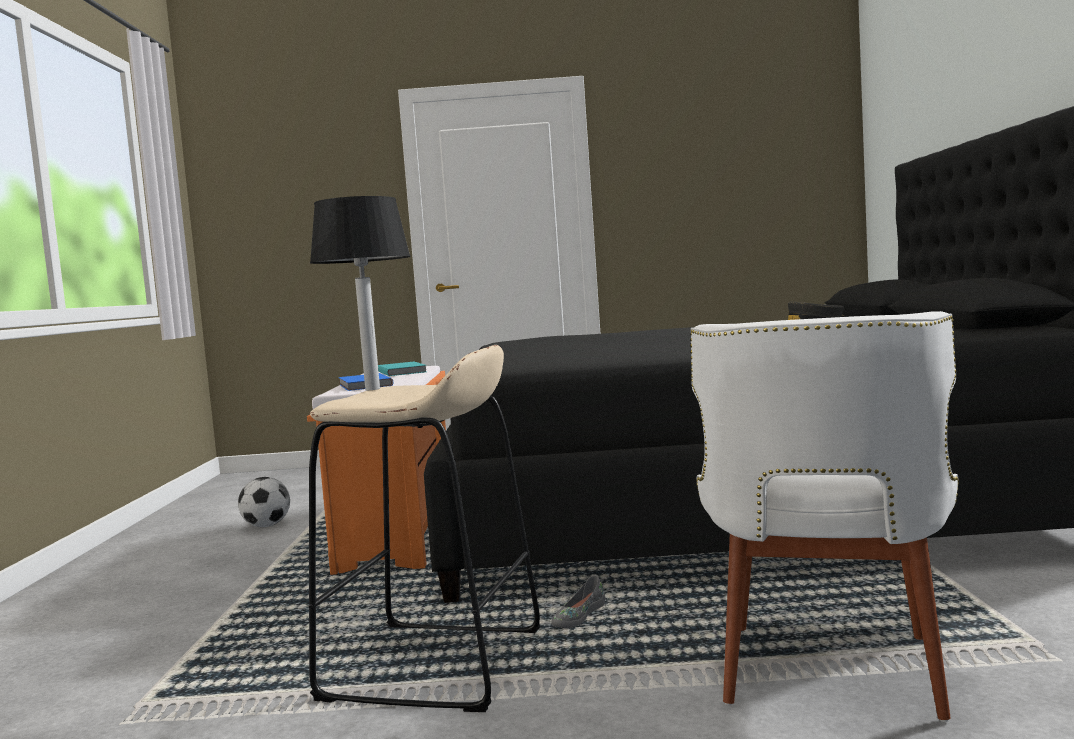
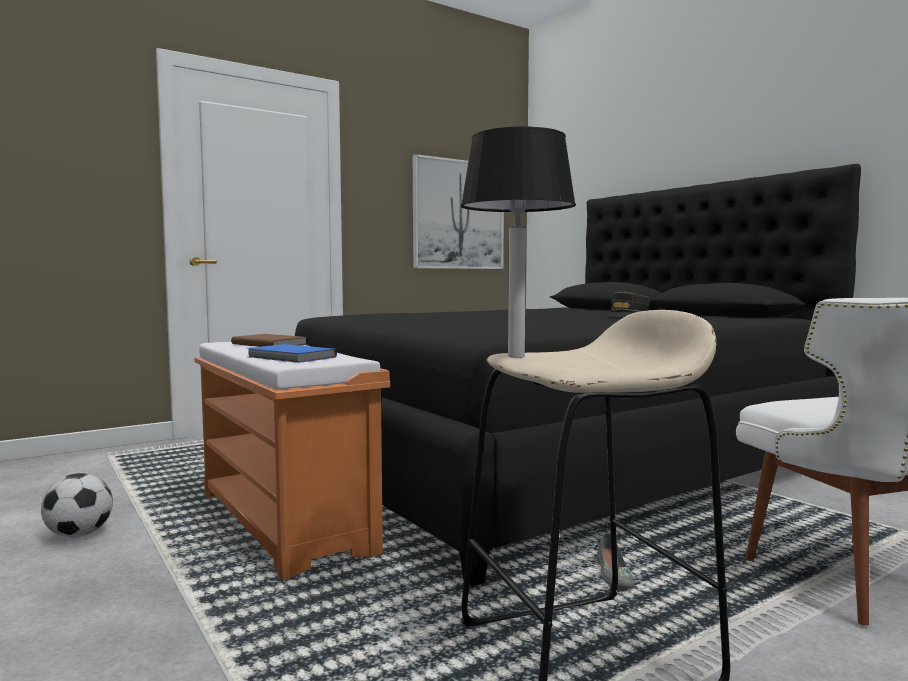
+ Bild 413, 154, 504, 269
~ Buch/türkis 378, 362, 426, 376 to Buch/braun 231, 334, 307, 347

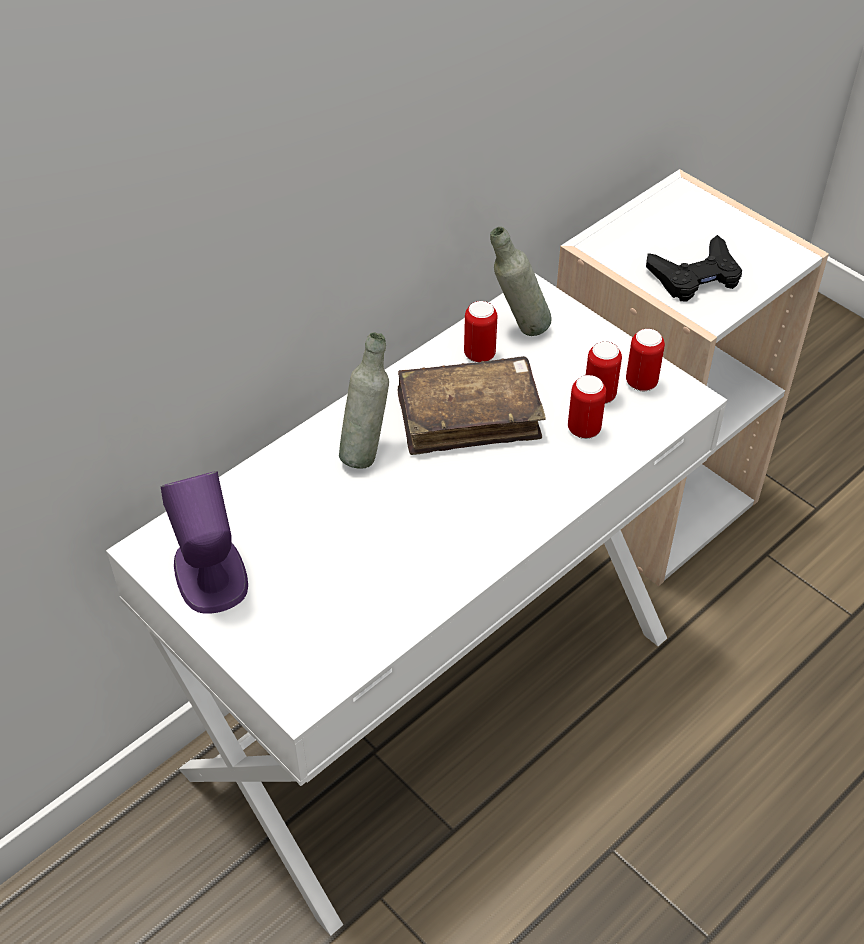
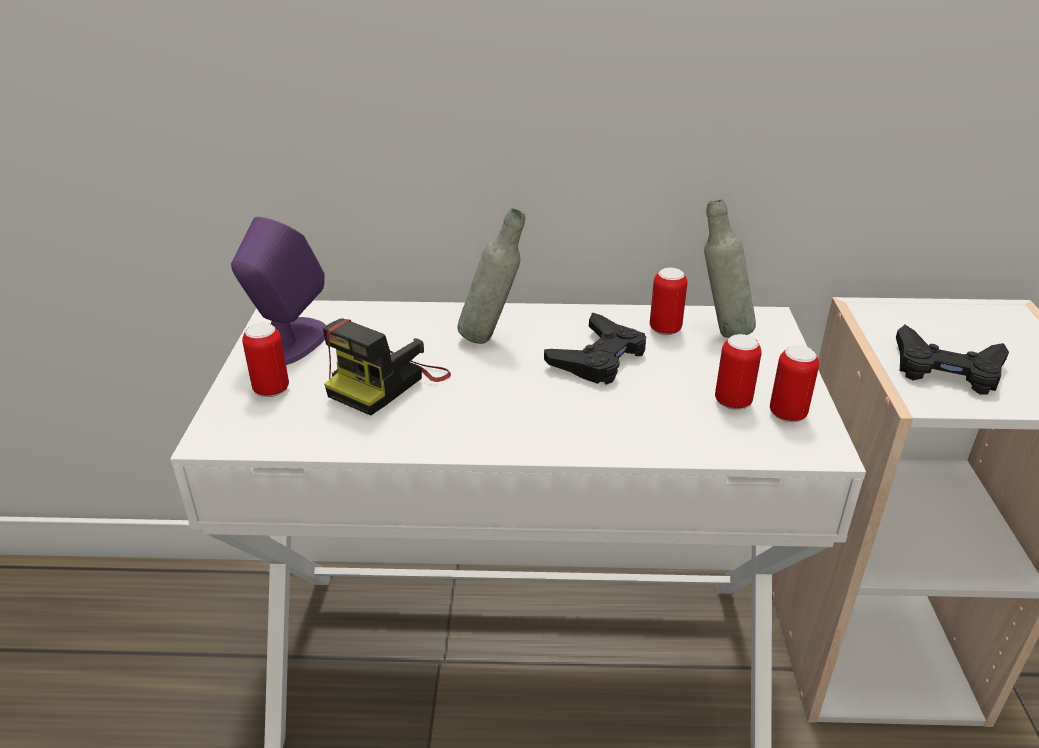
+ Kamera 322, 318, 451, 416
~ Dose 568, 375, 606, 439 to 242, 323, 289, 397
~ Buch/braun 397, 356, 546, 455 to Gamepad/schwarz 544, 312, 646, 385

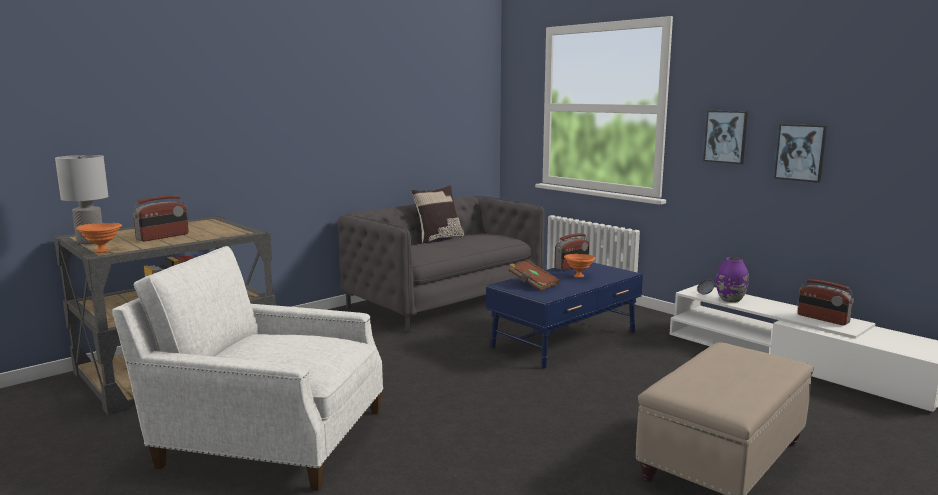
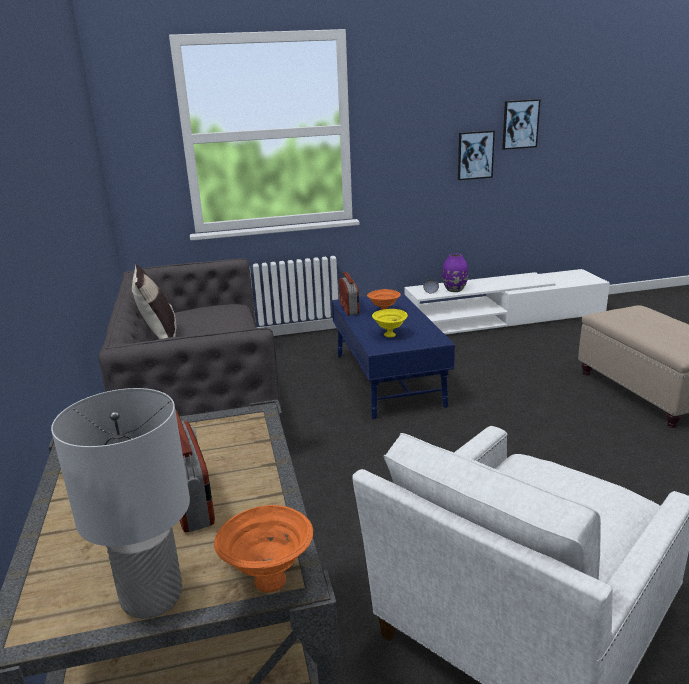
- Radio 798, 279, 854, 325
~ Bild 703, 111, 748, 164 to 502, 99, 541, 150
~ Buch/braun 508, 260, 560, 291 to Schüssel/gelb 372, 309, 408, 338

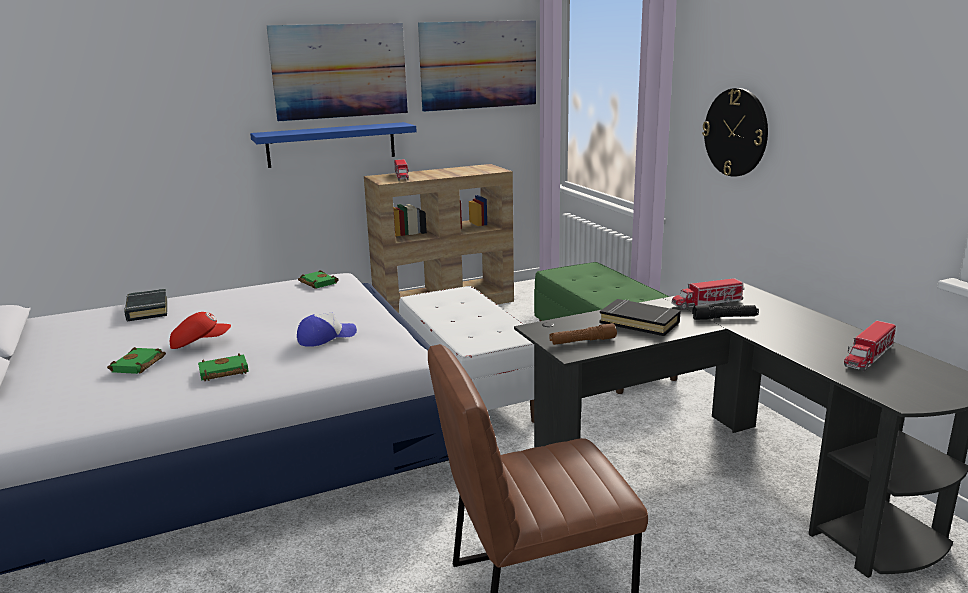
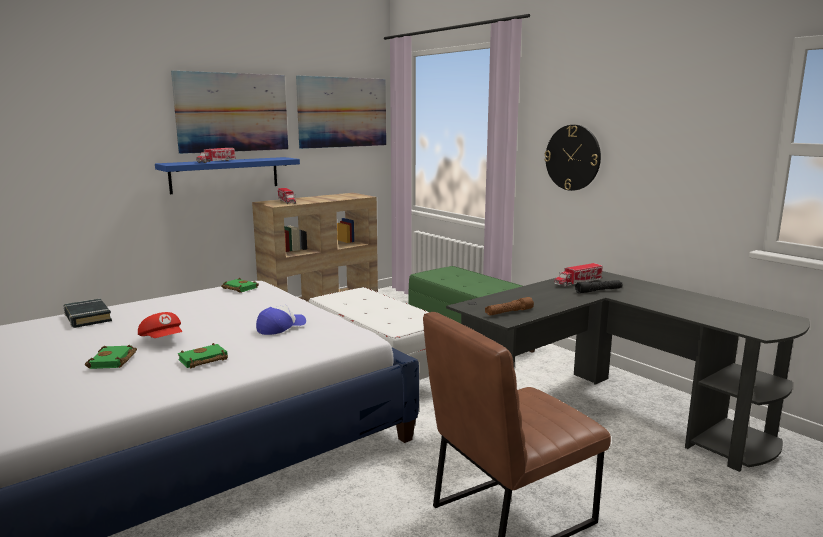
- Buch/schwarz 599, 299, 681, 336
~ Spielzeuglaster 844, 321, 896, 371 to 196, 148, 236, 163
~ Kappe/rot 170, 312, 231, 349 = 138, 312, 182, 338 75 degrees clockwise

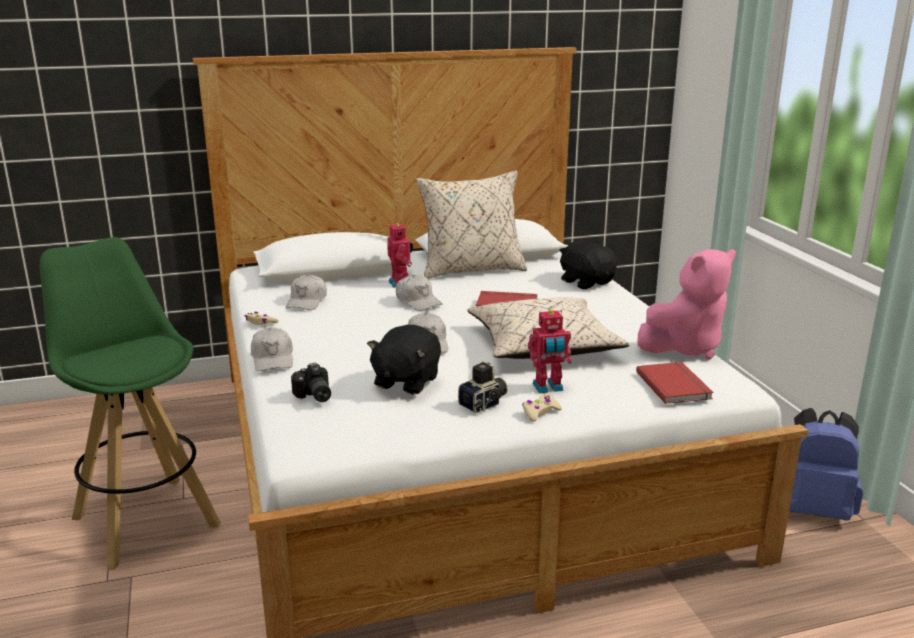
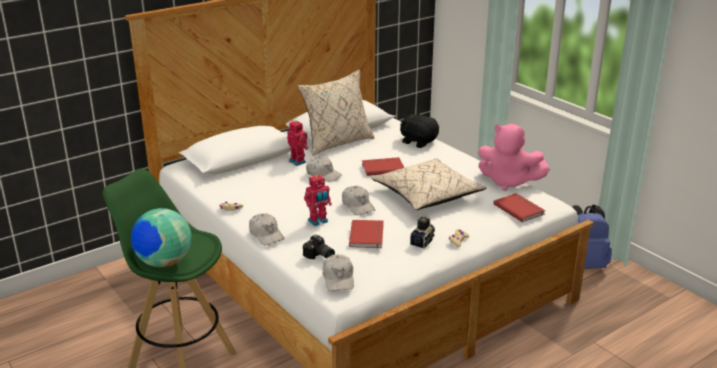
+ Globus 131, 208, 192, 267
~ Kappe/weiß 286, 274, 327, 310 to 322, 254, 354, 291
~ Spielzeugroboter 528, 310, 572, 393 to 304, 174, 332, 226
~ Plüschtier/schwarz 367, 325, 441, 395 to Buch/rot 349, 220, 384, 248
~ Plüschtier/rosa 637, 249, 736, 359 = 478, 124, 550, 191 75 degrees clockwise

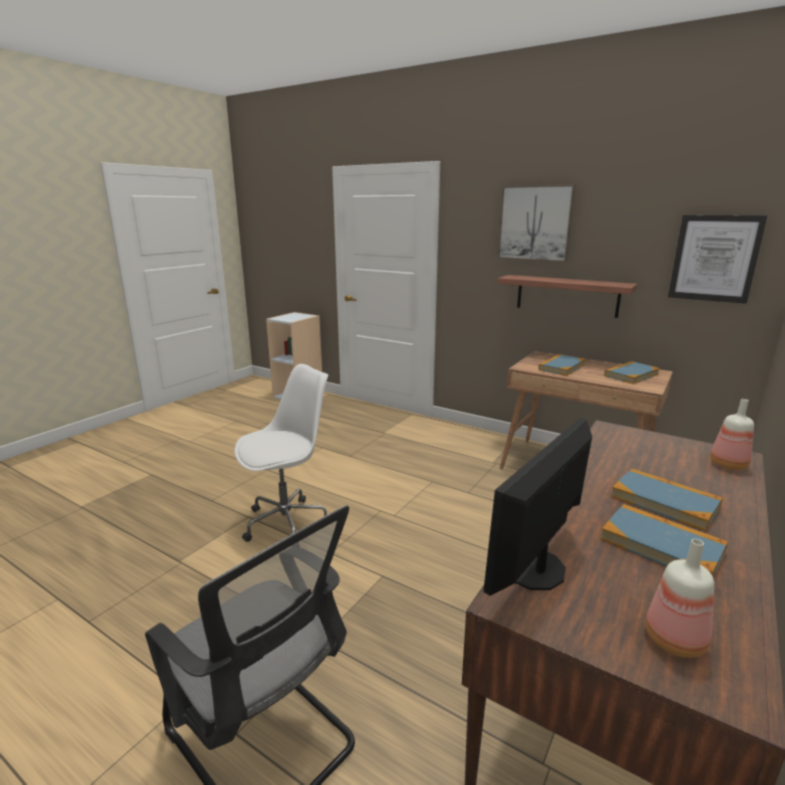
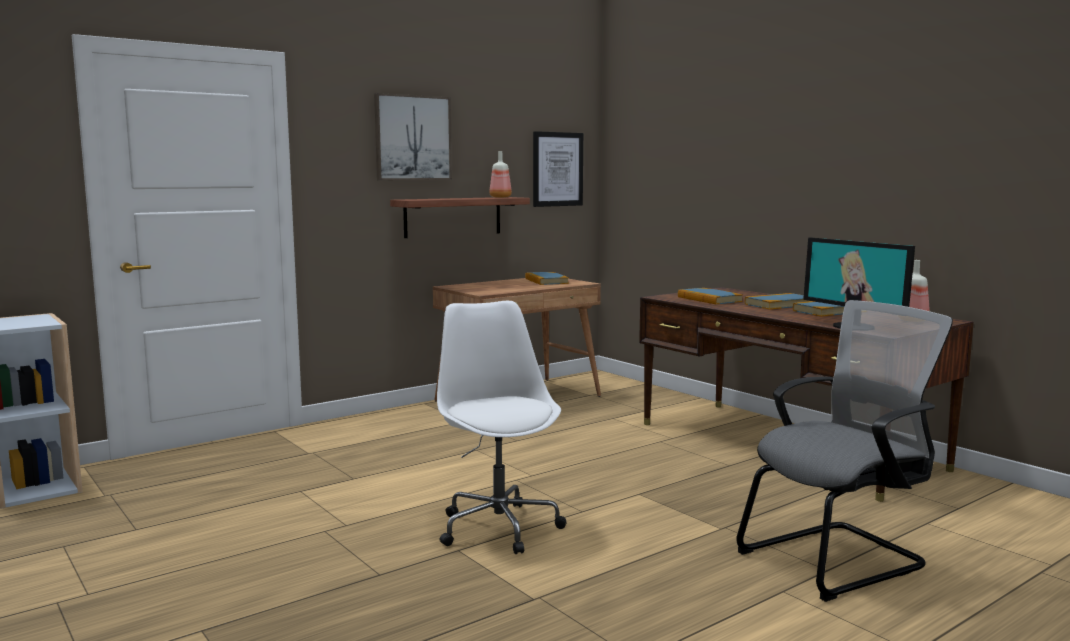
~ Buch 538, 354, 585, 376 to 678, 288, 743, 305
~ Flasche 710, 399, 754, 470 to 489, 151, 512, 198

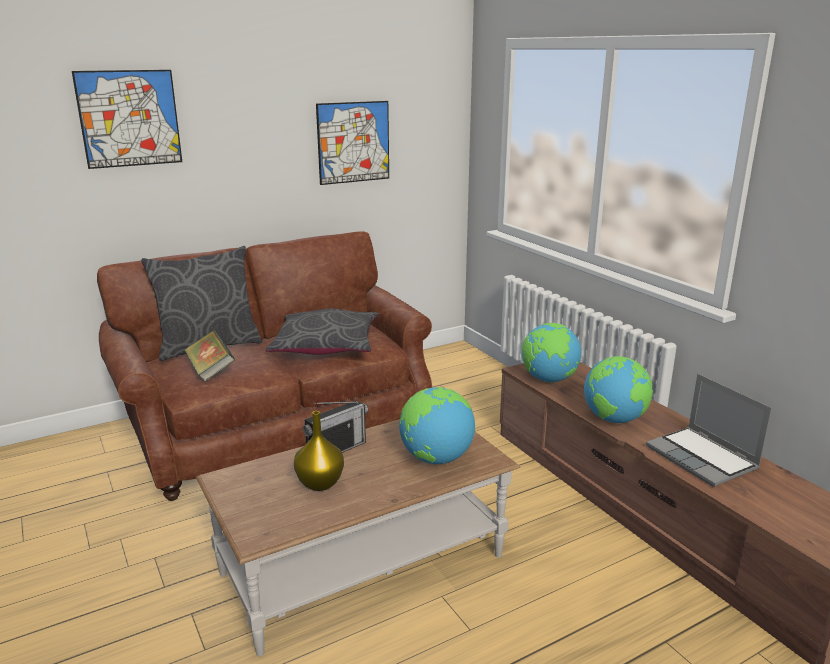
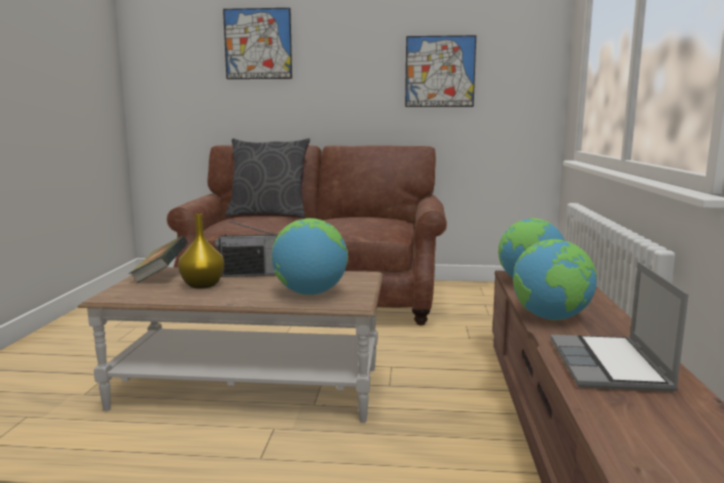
- Kissen/grau 266, 309, 378, 355
~ Buch 184, 330, 235, 382 to 129, 236, 188, 283

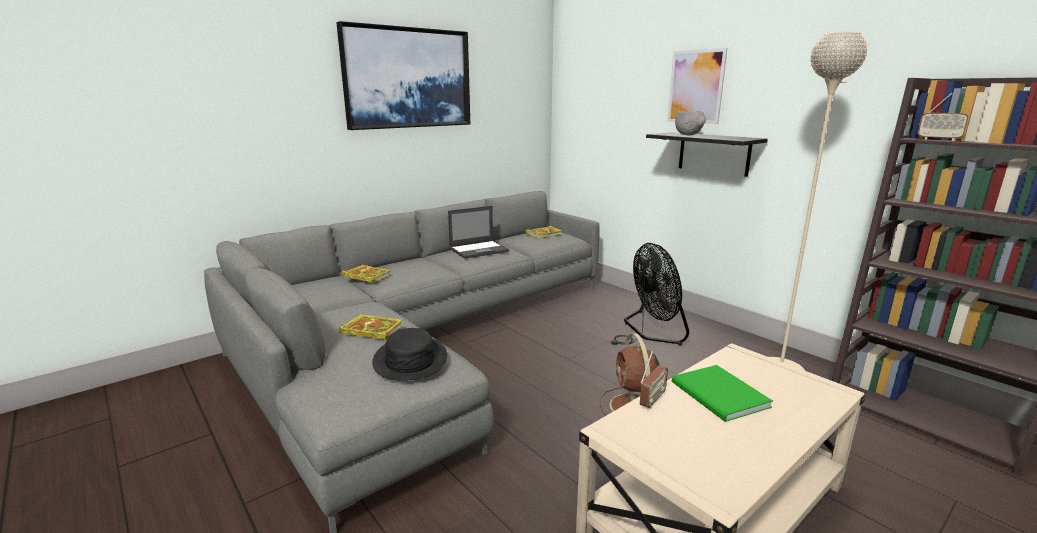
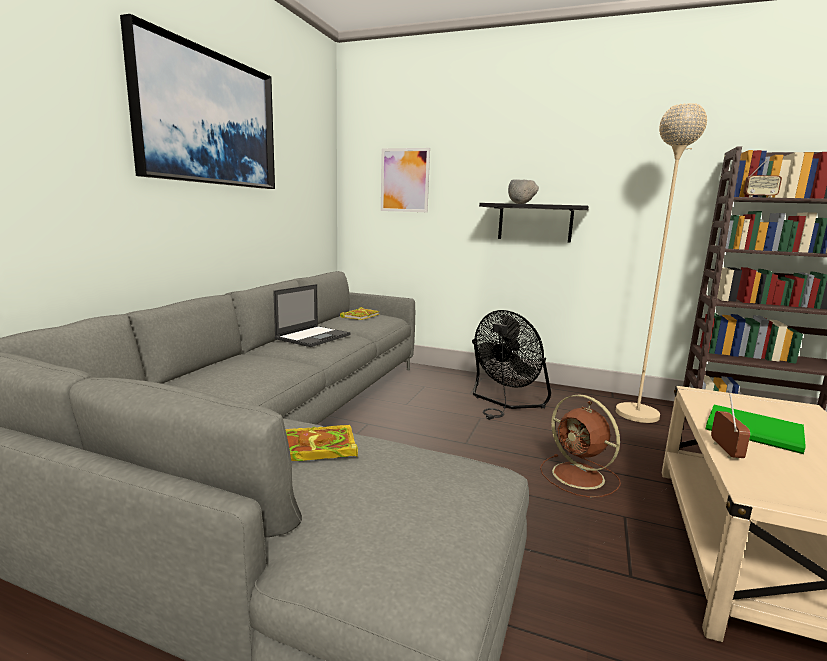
- Buch 341, 265, 391, 283
- Hut/schwarz 372, 328, 447, 381
~ Bild 667, 48, 728, 124 to 381, 148, 430, 212

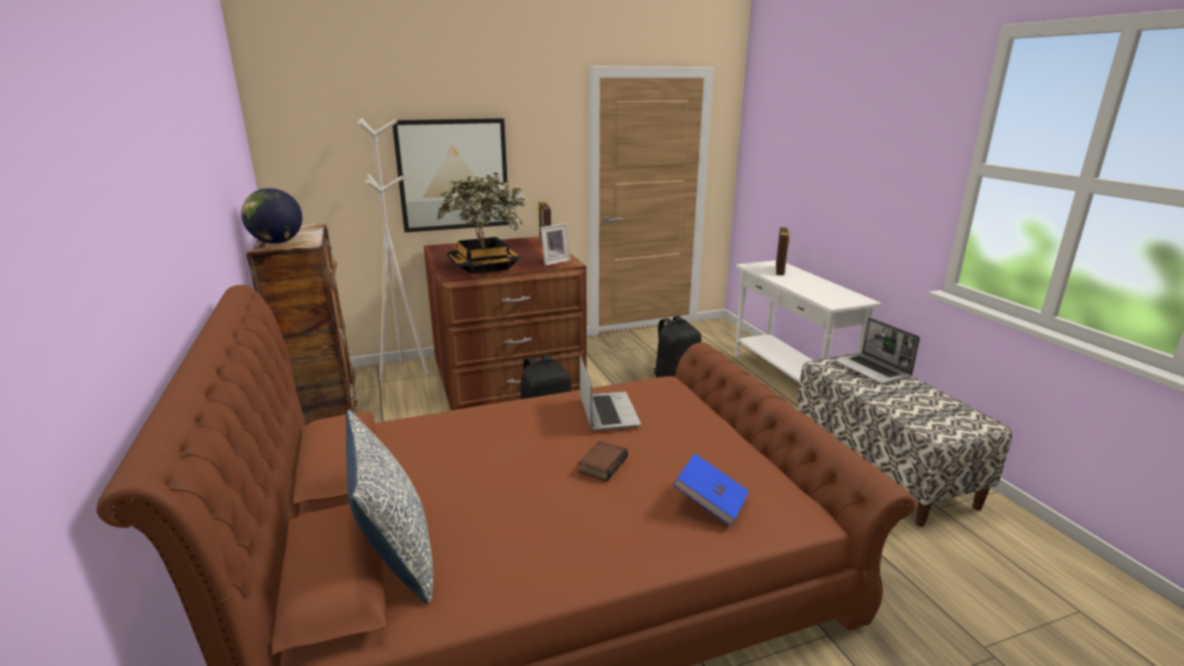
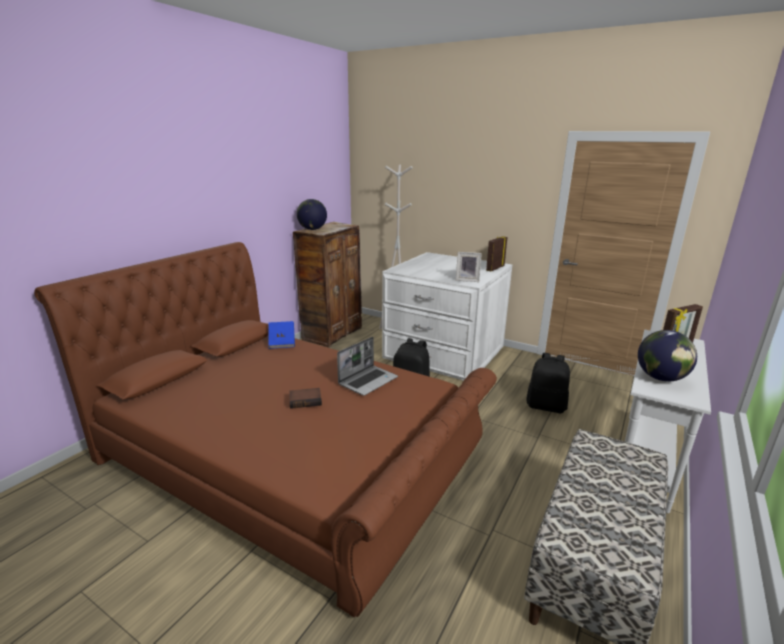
- Kissen 346, 410, 433, 604
- Bild 392, 118, 510, 233
- Topfpflanze 437, 173, 528, 274
- Laptop 834, 317, 920, 384
+ Globus 638, 330, 697, 382
~ Buch/blau 673, 453, 749, 526 to 268, 321, 295, 349
~ Kommode/braun 424, 237, 587, 410 to Kommode/weiß 382, 252, 512, 381

